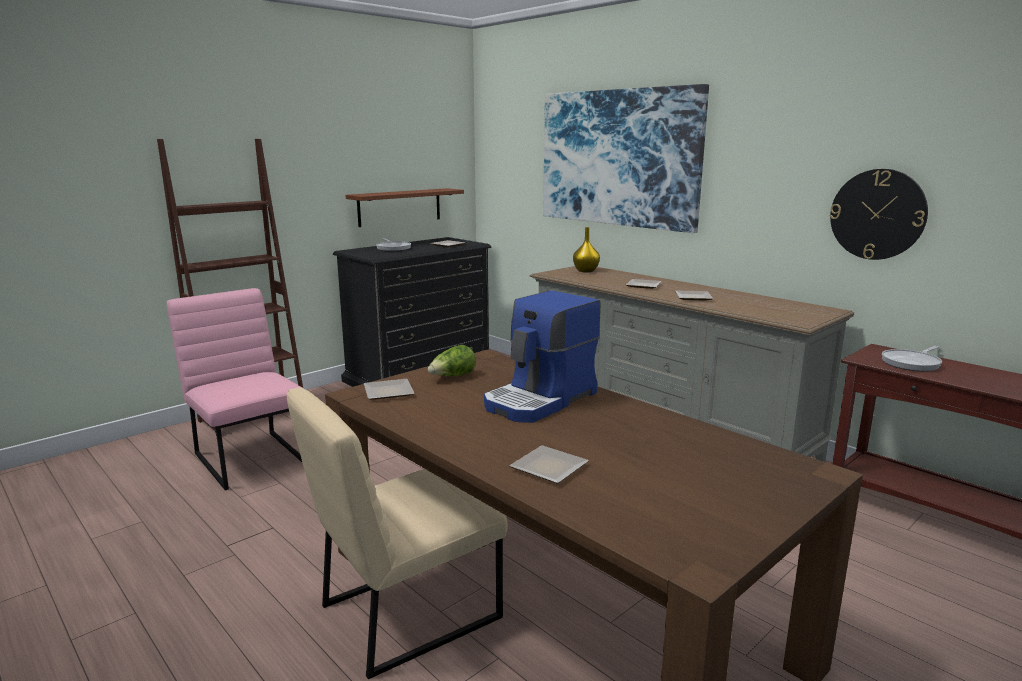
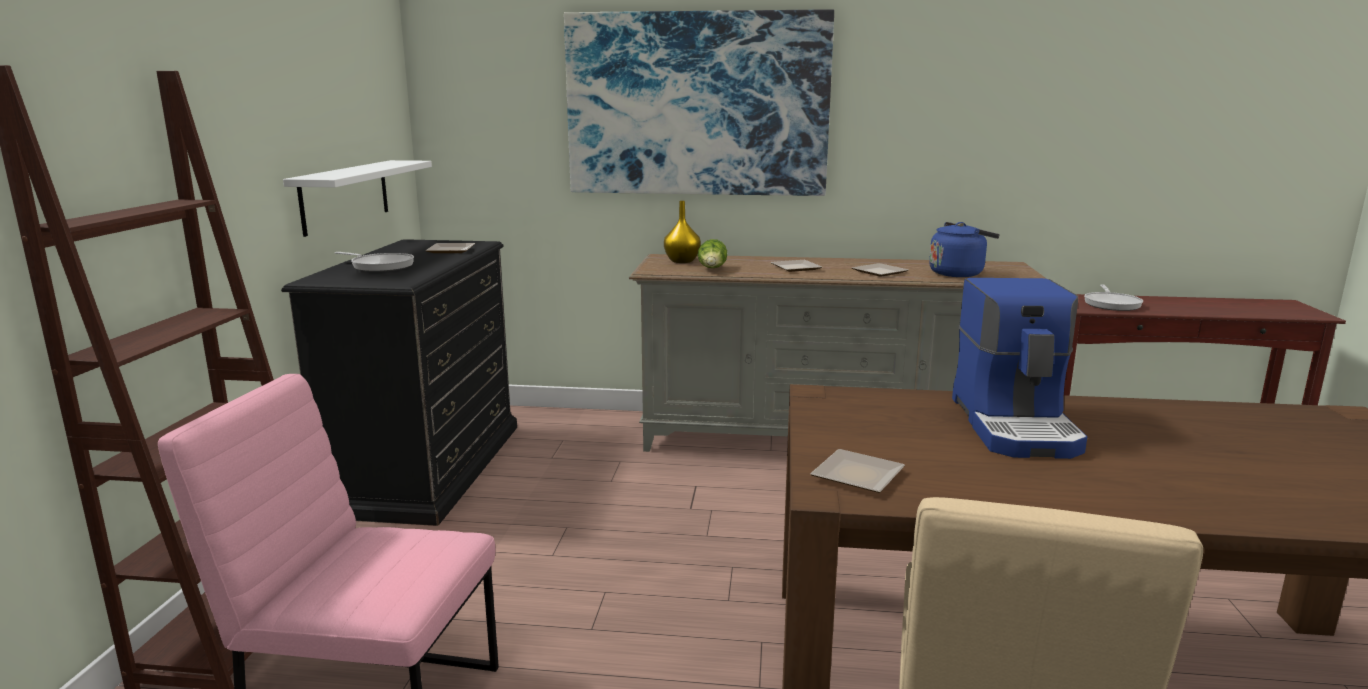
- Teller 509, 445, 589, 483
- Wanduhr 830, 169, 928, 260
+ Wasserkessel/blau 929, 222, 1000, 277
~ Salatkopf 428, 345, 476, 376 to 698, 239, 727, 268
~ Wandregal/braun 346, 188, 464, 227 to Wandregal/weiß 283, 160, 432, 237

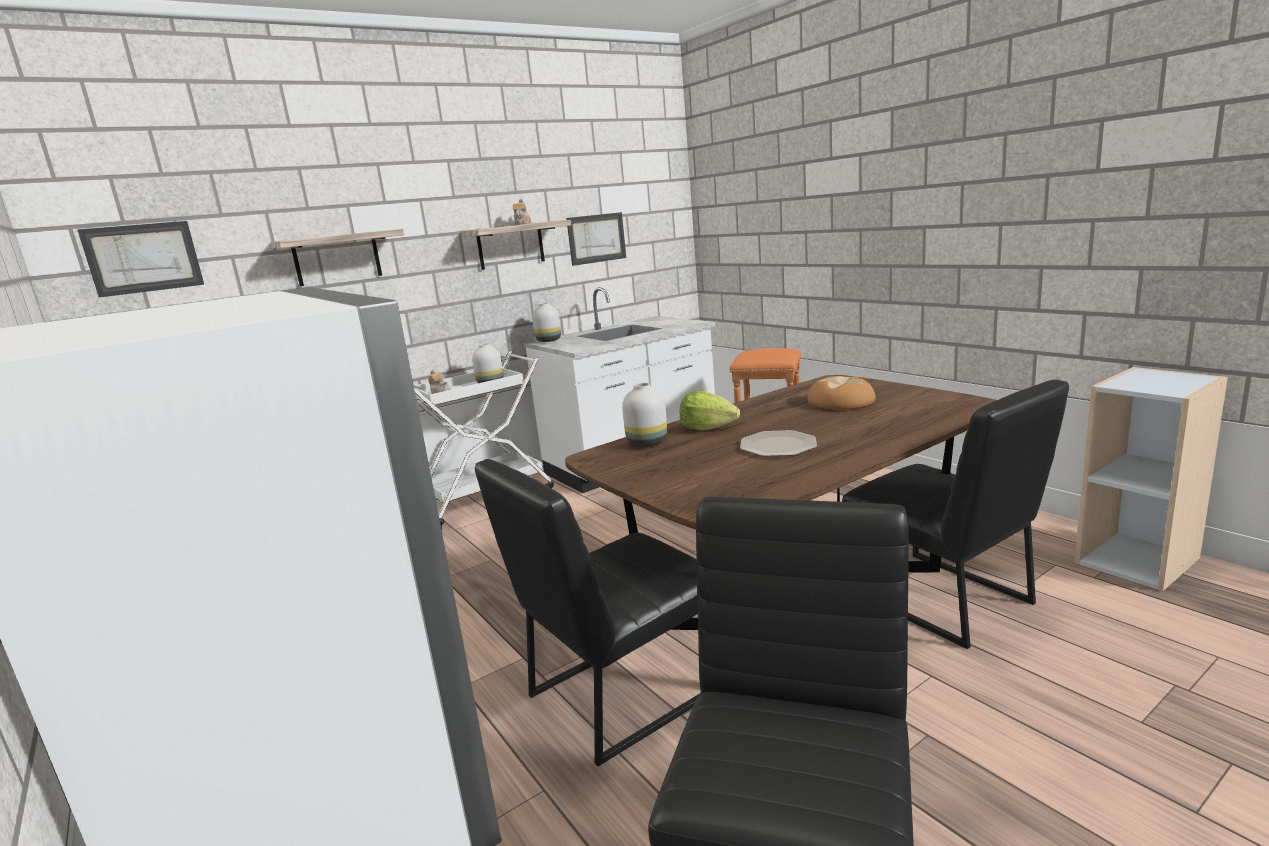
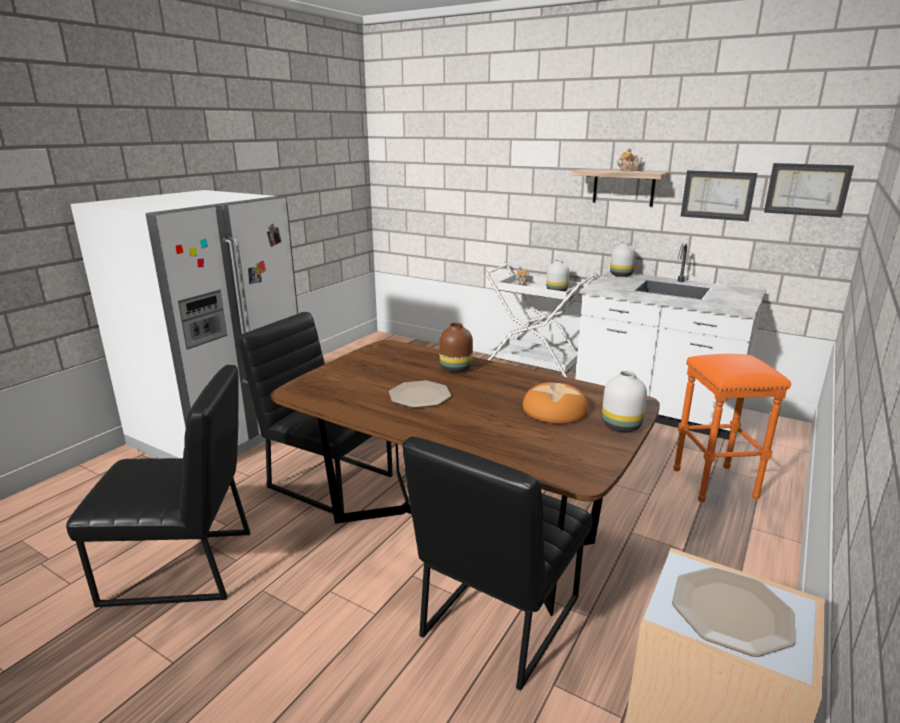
- Wandregal 271, 229, 404, 286
+ Teller 672, 567, 796, 657
~ Bild 78, 221, 204, 297 to 764, 163, 854, 218
~ Vase/weiß 622, 383, 667, 447 to 602, 371, 647, 432
~ Salatkopf 680, 391, 740, 431 to Vase/braun 439, 323, 473, 372

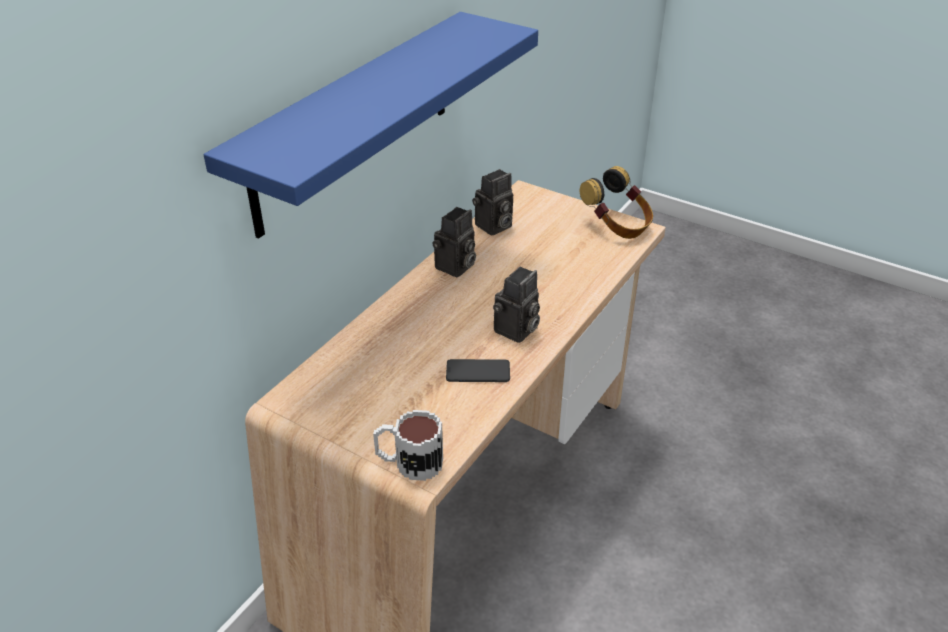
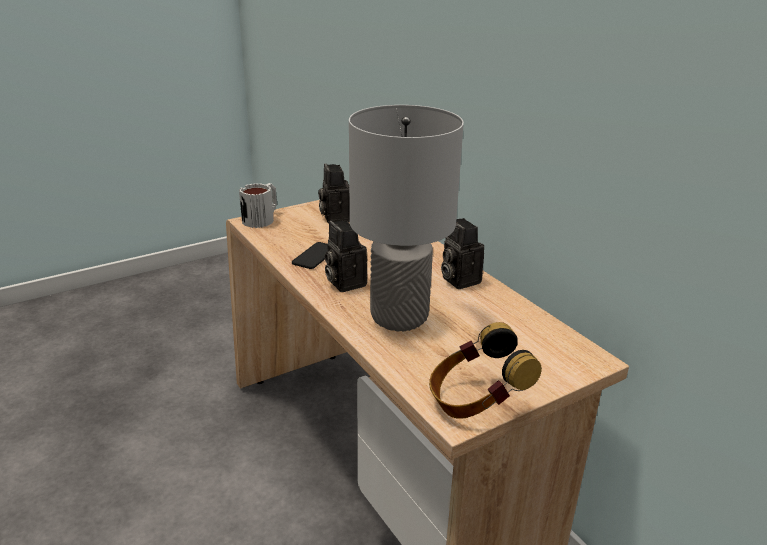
- Wandregal/blau 204, 12, 538, 239
+ Tischlampe/grau 349, 105, 464, 332
~ Kamera 472, 169, 513, 236 to 318, 163, 350, 224

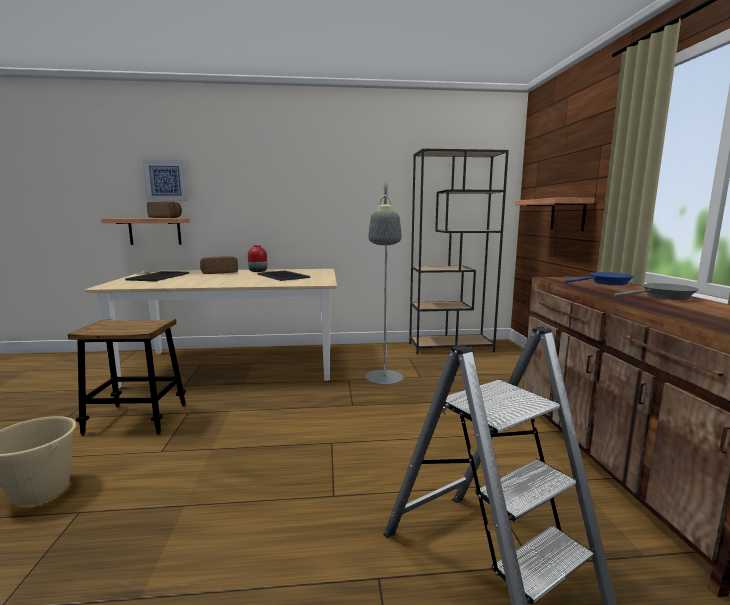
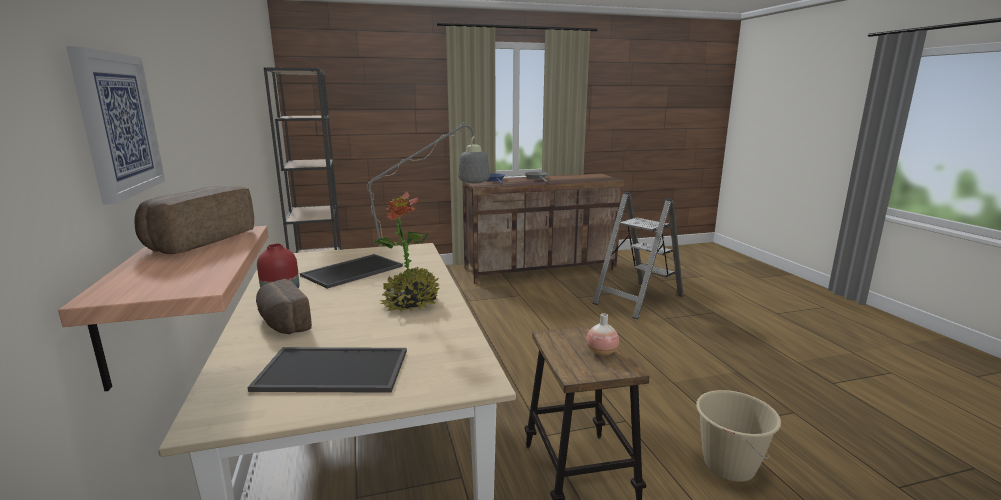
- Wandregal 515, 198, 595, 231
+ Topfpflanze 374, 192, 440, 311
+ Vase 586, 313, 619, 356

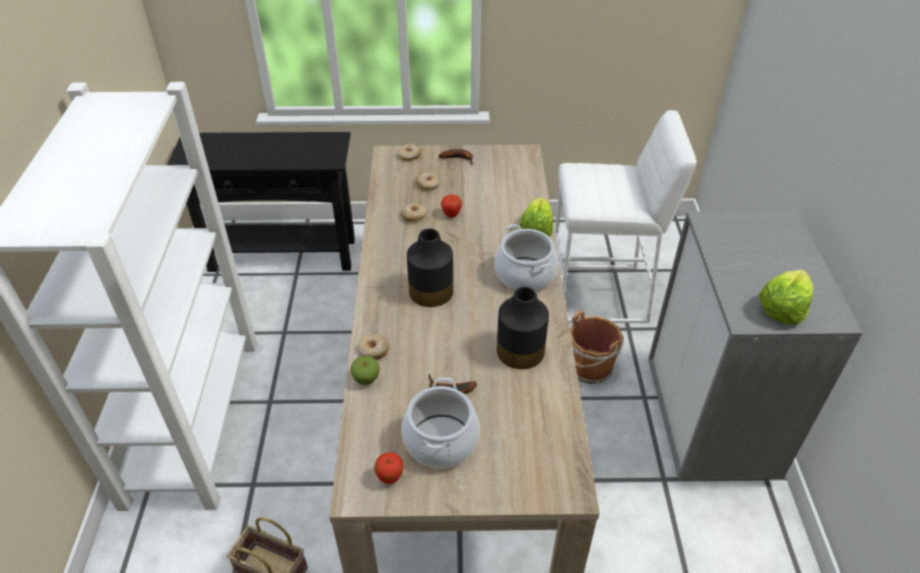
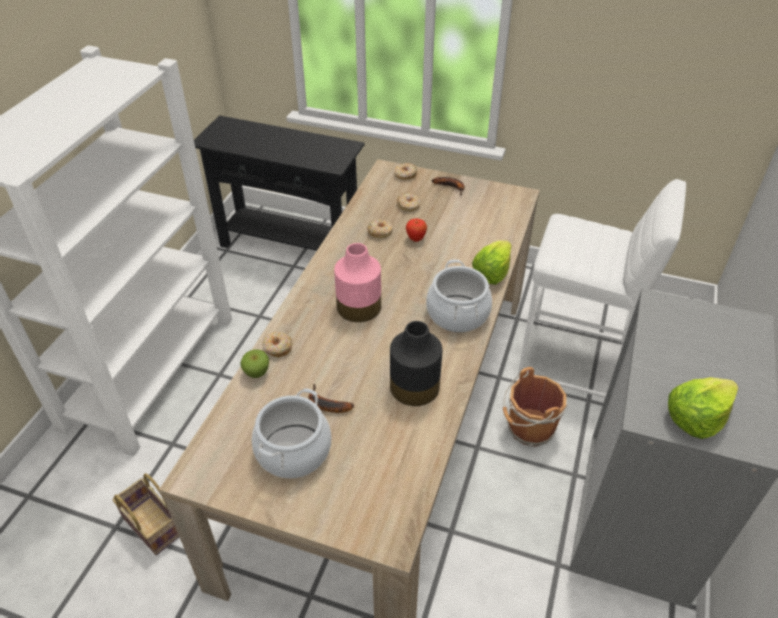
- Apfel 374, 452, 404, 484
~ Vase/schwarz 407, 229, 453, 307 to Vase/rosa 334, 243, 381, 322

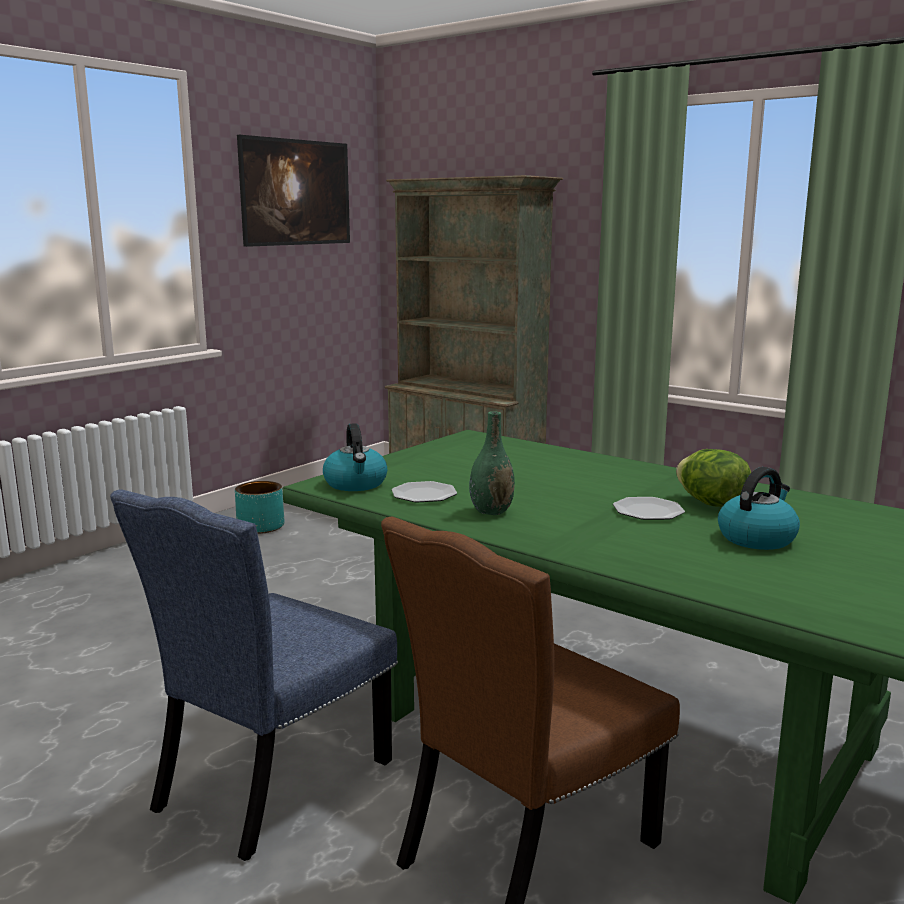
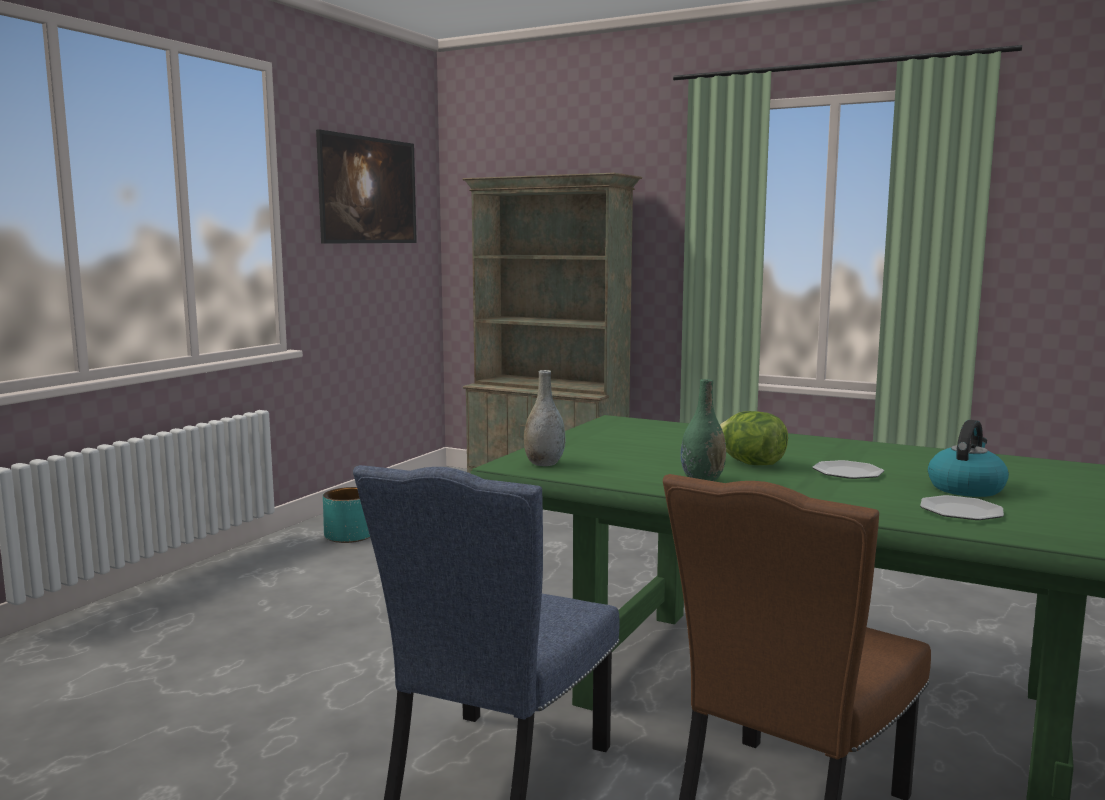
~ Teller 392, 481, 457, 502 to 920, 495, 1004, 520
~ Salatkopf 676, 449, 751, 507 to 720, 411, 788, 465
~ Wasserkessel 323, 423, 387, 491 to Vase/grau 524, 370, 565, 466

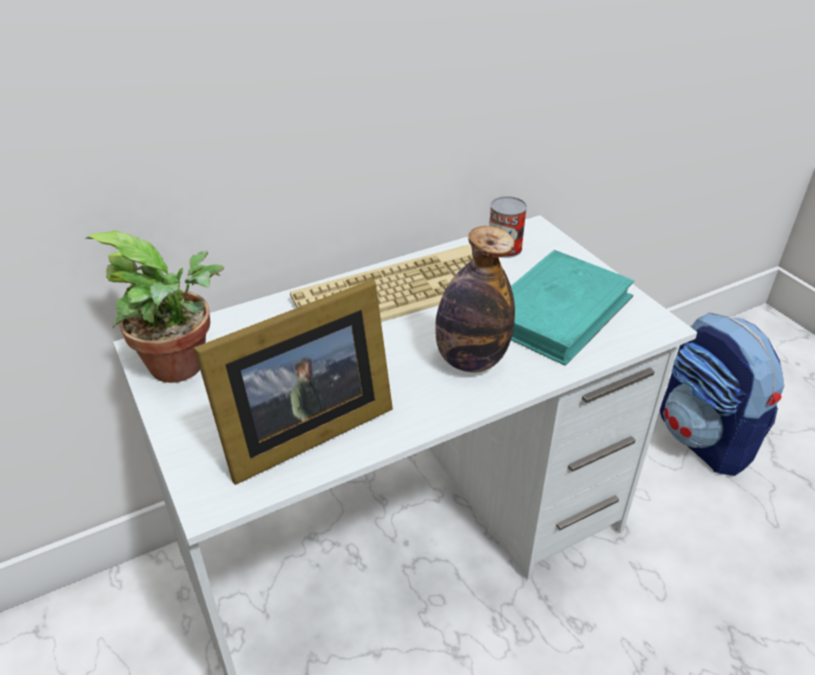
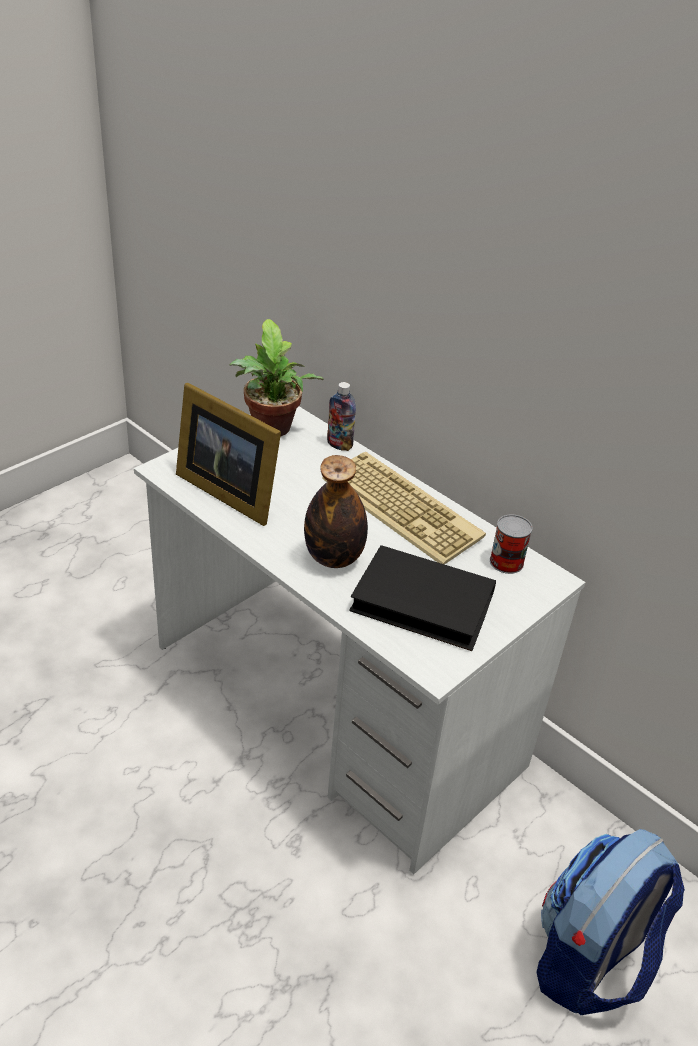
+ Flasche 327, 382, 356, 451
~ Buch/türkis 511, 250, 634, 366 to Buch/schwarz 349, 545, 496, 651

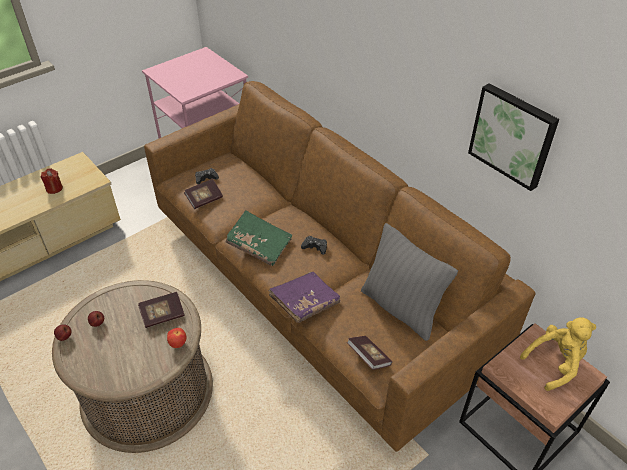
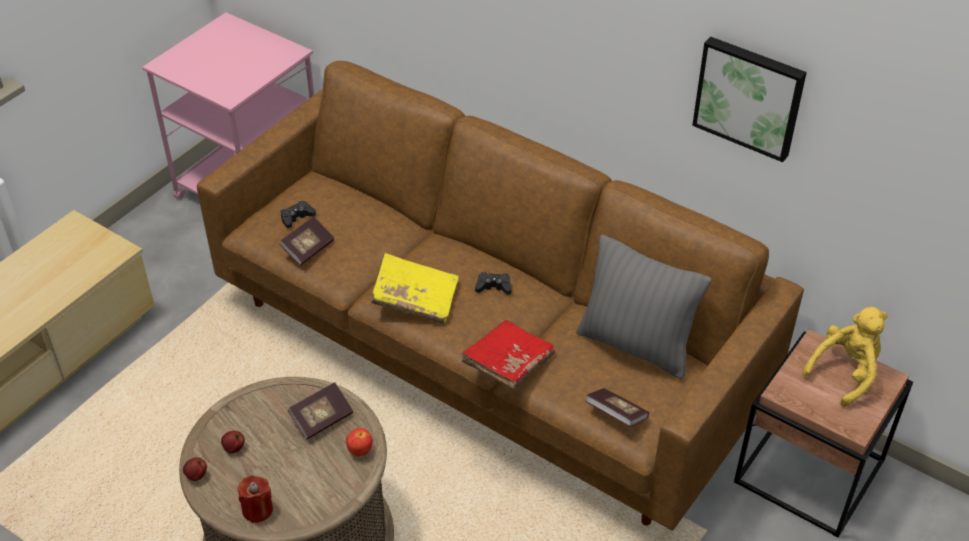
~ Kerze/rot 41, 168, 63, 194 to 238, 476, 273, 523
~ Buch/grün 225, 210, 292, 266 to Buch/gelb 371, 253, 458, 324
~ Buch/lila 269, 272, 340, 323 to Buch/rot 461, 320, 555, 389

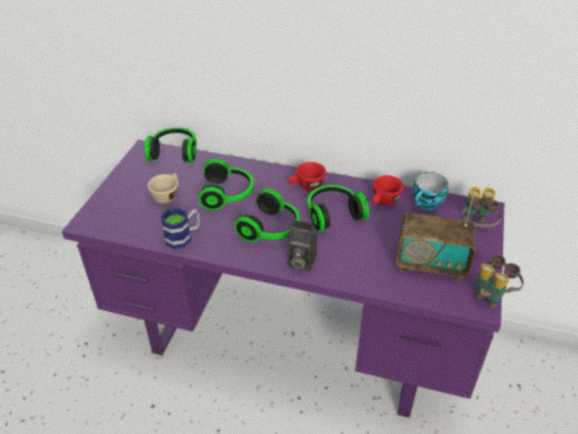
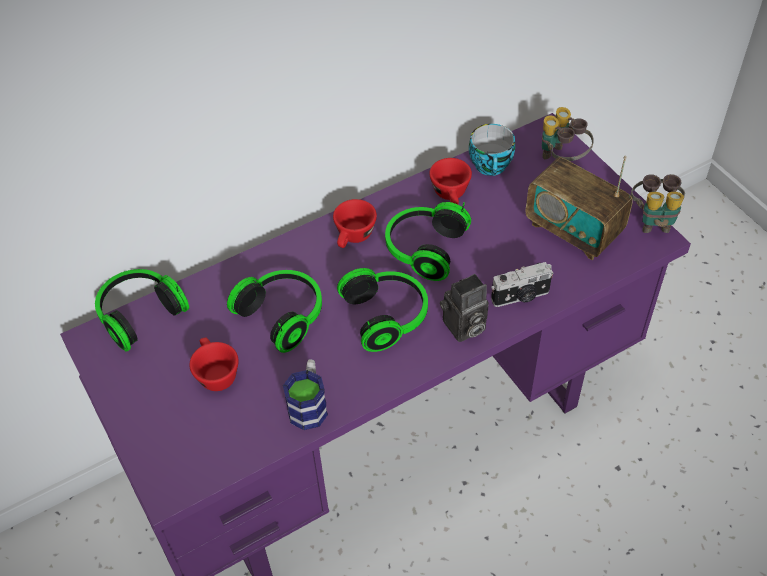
+ Kamera 491, 262, 554, 307
~ Tasse/beige 148, 173, 179, 204 to Tasse/rot 190, 338, 239, 391
~ Radio 396, 192, 475, 281 = 526, 156, 633, 260 75 degrees clockwise

